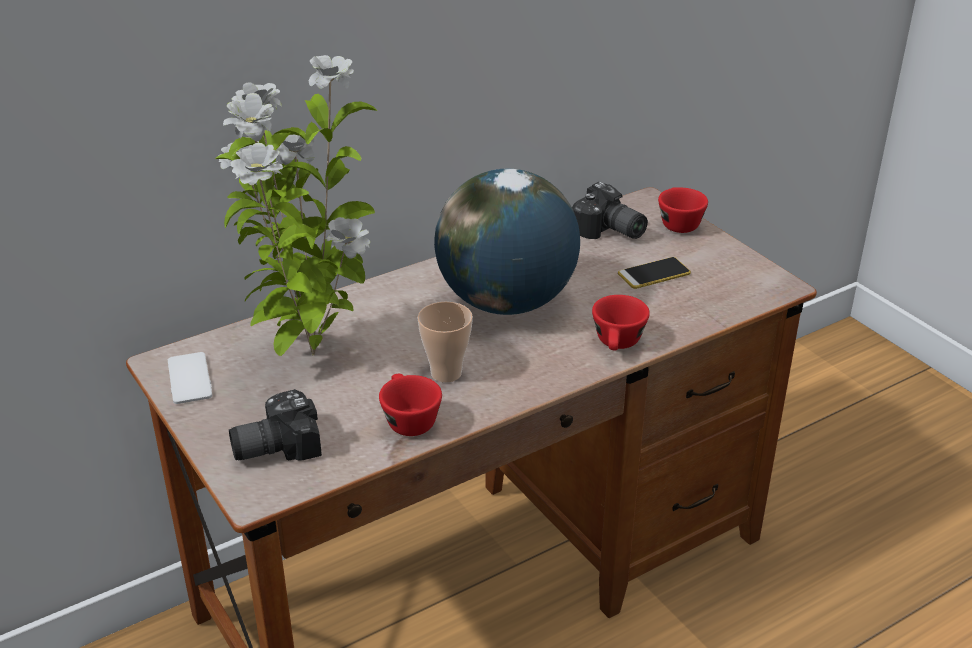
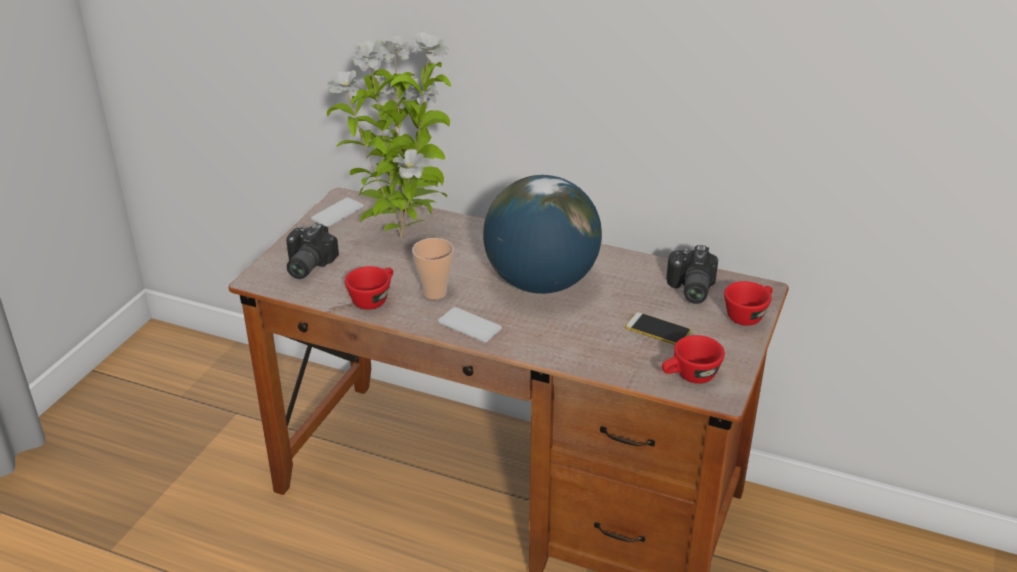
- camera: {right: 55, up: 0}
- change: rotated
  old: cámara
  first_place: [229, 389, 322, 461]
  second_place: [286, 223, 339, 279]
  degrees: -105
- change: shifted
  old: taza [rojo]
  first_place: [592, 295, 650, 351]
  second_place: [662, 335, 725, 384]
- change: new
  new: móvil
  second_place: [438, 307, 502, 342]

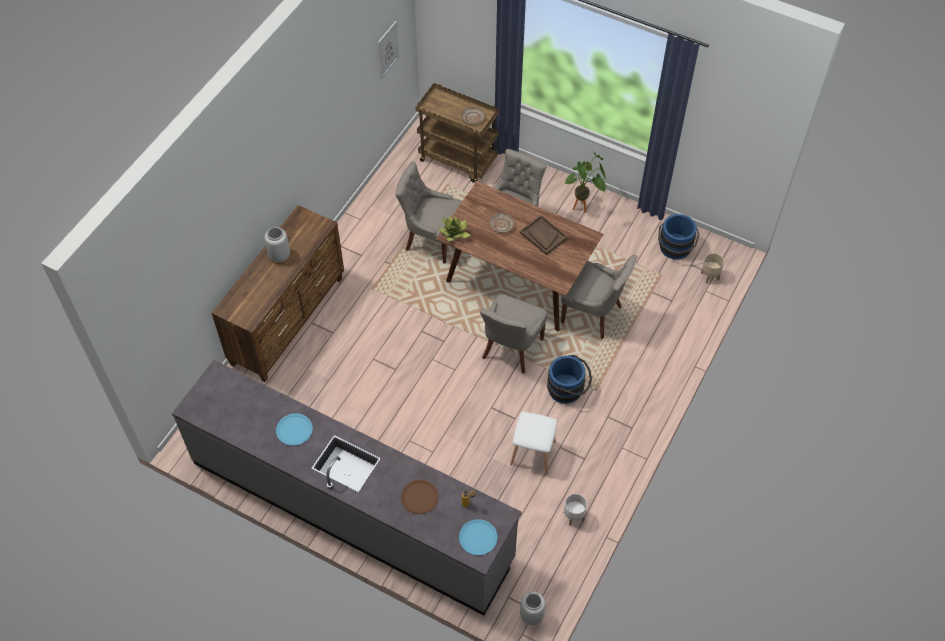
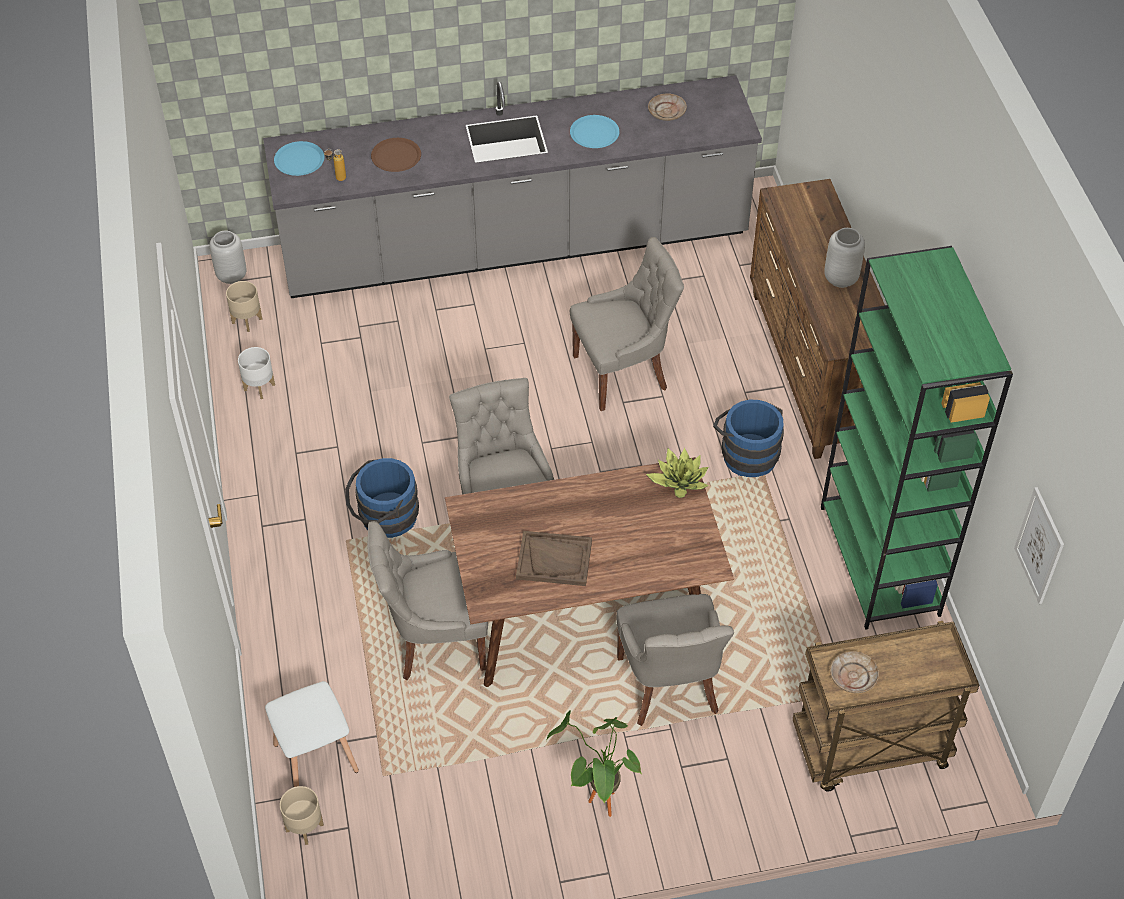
- camera: {right: 140, up: -5}
- change: shifted
  old: silla [gris]
  first_place: [395, 161, 462, 264]
  second_place: [570, 237, 684, 411]
- change: shifted
  old: plato [beis]
  first_place: [490, 213, 515, 233]
  second_place: [648, 93, 687, 121]
- change: shifted
  old: taburete [blanco]
  first_place: [510, 412, 557, 474]
  second_place: [265, 681, 359, 787]
- change: shifted
  old: cubo [azul]
  first_place: [658, 214, 700, 260]
  second_place: [713, 400, 784, 477]
- change: new
  new: maceta [beis]
  second_place: [226, 281, 263, 332]
- change: new
  new: estantería [verde]
  second_place: [821, 246, 1013, 630]

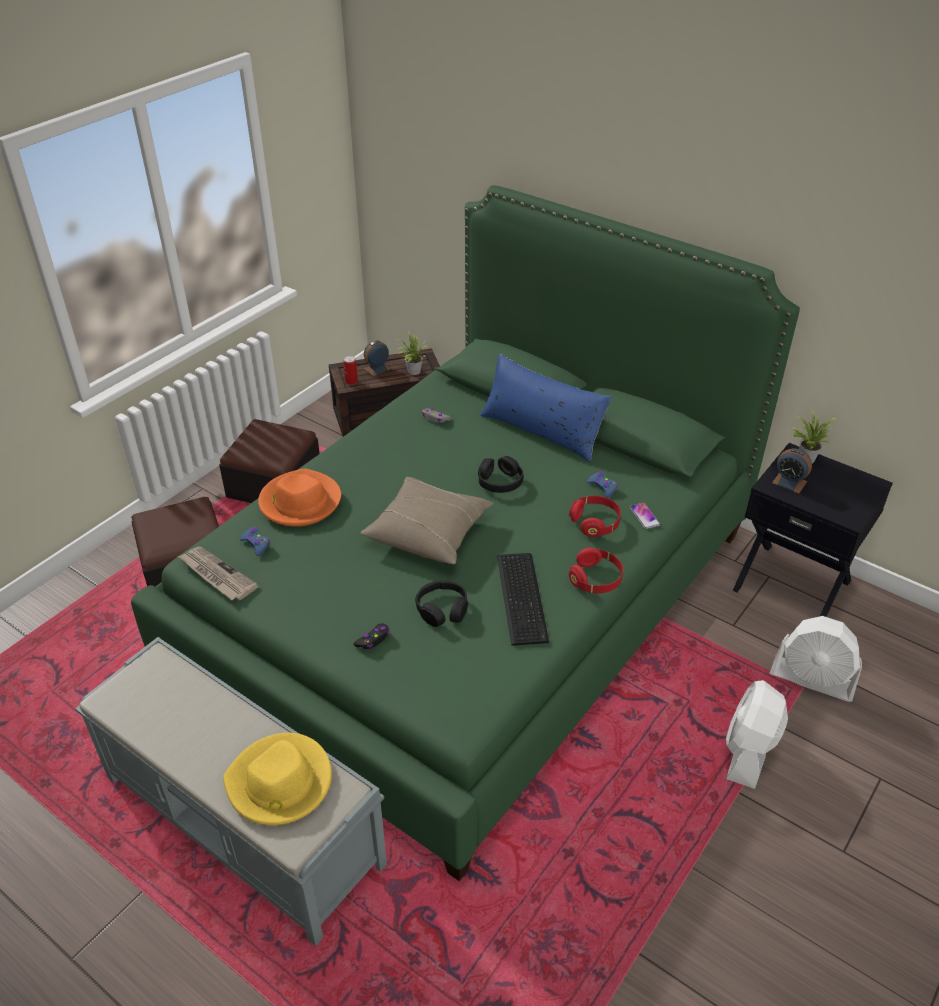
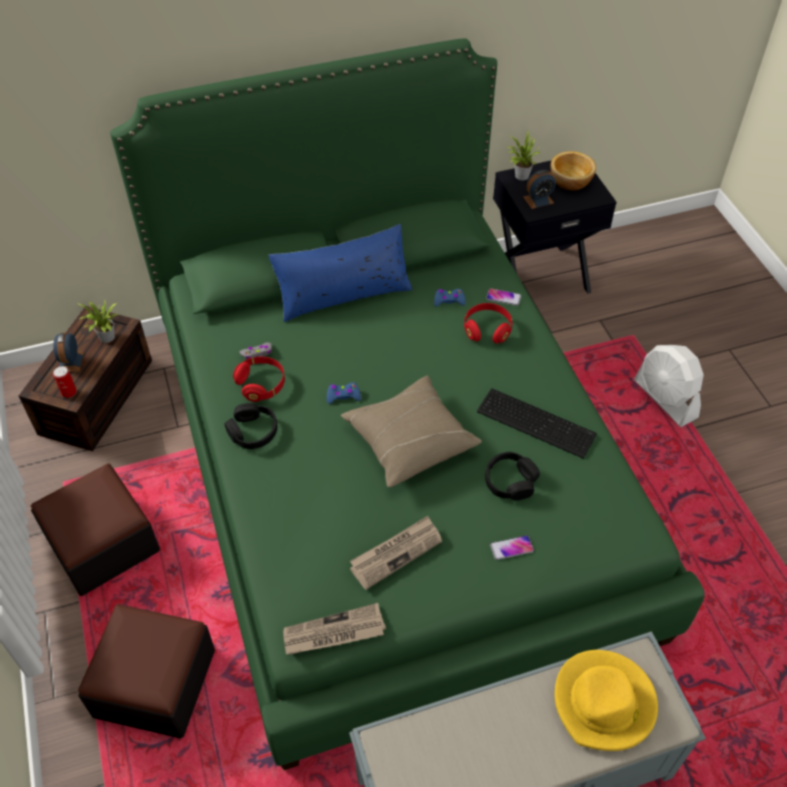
- camera: {right: -55, up: 10}
- change: shifted
  old: mando de consola [azul]
  first_place: [240, 527, 270, 556]
  second_place: [327, 382, 361, 404]
- change: gone
  old: sombrero [naranja]
  first_place: [258, 468, 341, 527]
- change: swapped
  old: mando de consola [negro]
  new: móvil
  first_place: [353, 623, 390, 649]
  second_place: [490, 535, 534, 560]
- change: shifted
  old: auriculares [negro]
  first_place: [478, 456, 524, 493]
  second_place: [225, 403, 277, 449]
- change: shifted
  old: auriculares [rojo]
  first_place: [569, 547, 623, 593]
  second_place: [233, 357, 285, 402]
- change: gone
  old: ventilador [blanco]
  first_place: [770, 616, 862, 702]
- change: new
  new: periódico
  second_place: [350, 516, 442, 590]
- change: new
  new: cuenco
  second_place: [550, 151, 596, 191]

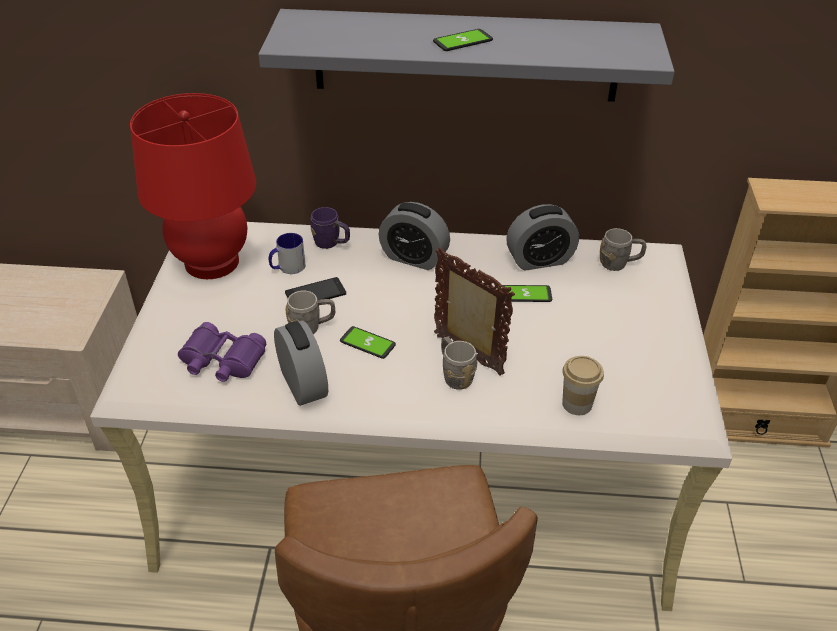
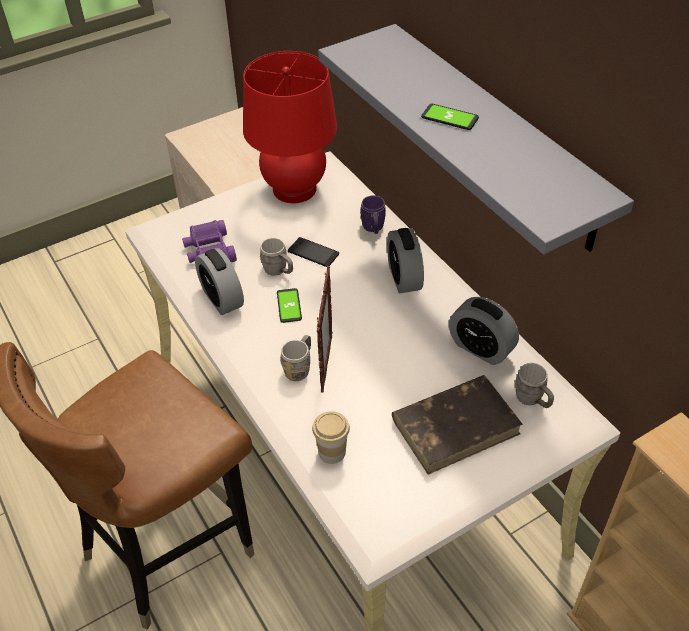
- camera: {right: 55, up: 5}
- change: gone
  old: taza grande
  first_place: [269, 233, 306, 274]
- change: rotated
  old: despertador
  first_place: [274, 321, 328, 406]
  second_place: [195, 248, 244, 315]
  degrees: 120
- change: gone
  old: móvil
  first_place: [503, 285, 552, 302]
- change: new
  new: libro [marrón]
  second_place: [392, 375, 523, 475]

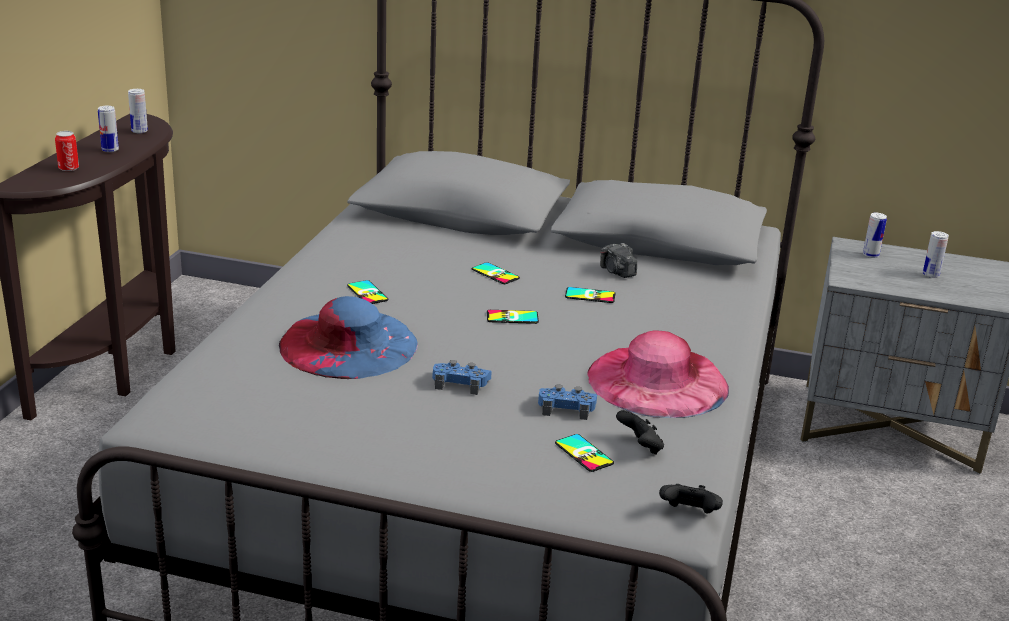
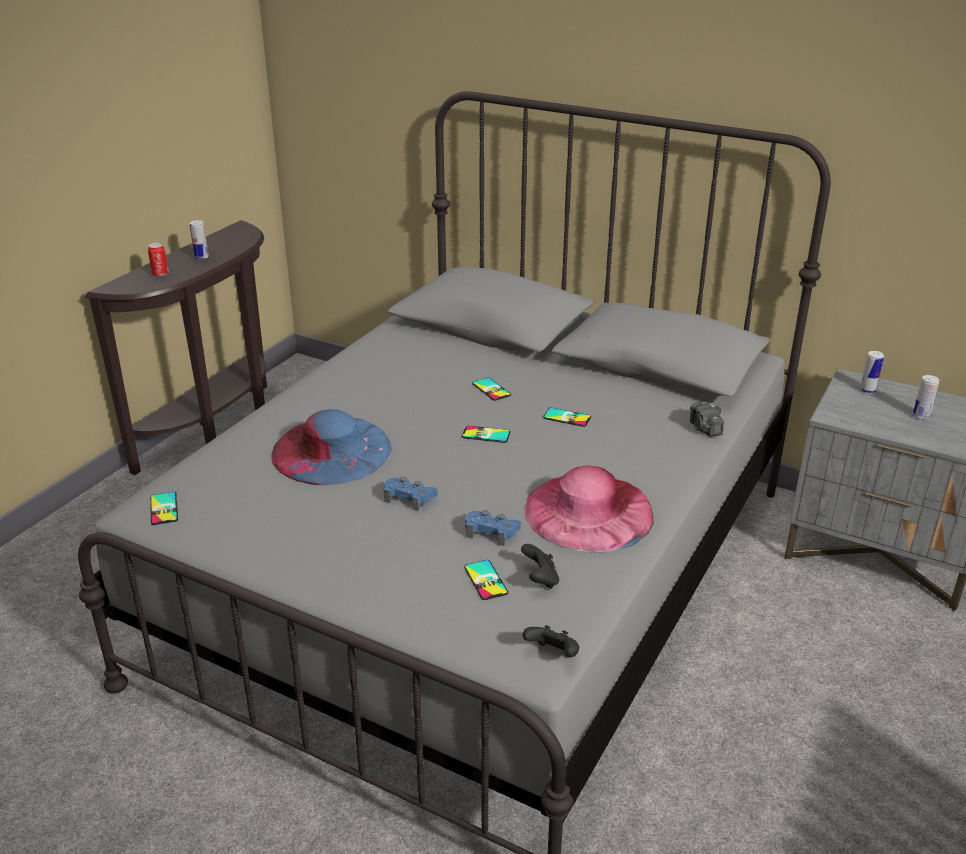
- camera: {right: 15, up: 5}
- change: gone
  old: lata
  first_place: [128, 89, 148, 133]
- change: shifted
  old: móvil
  first_place: [347, 280, 389, 304]
  second_place: [150, 492, 178, 525]
- change: shifted
  old: cámara
  first_place: [600, 243, 637, 278]
  second_place: [690, 401, 724, 437]

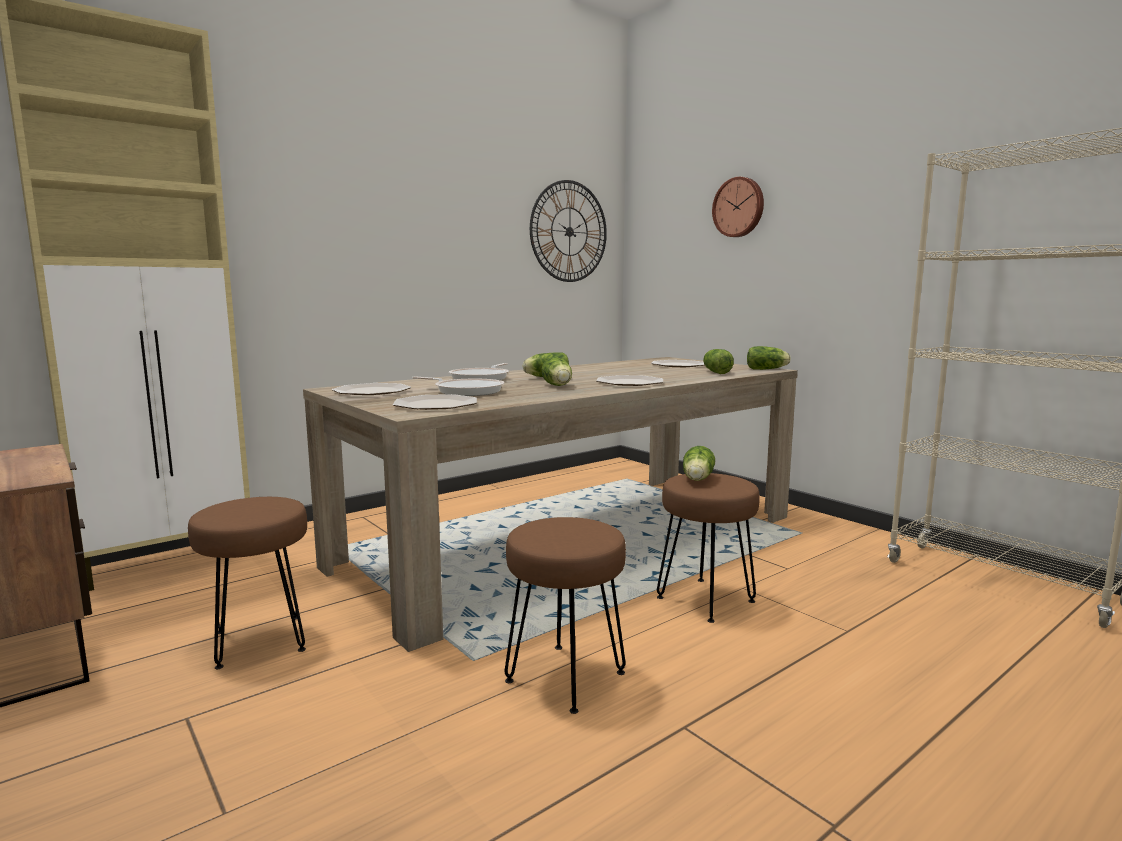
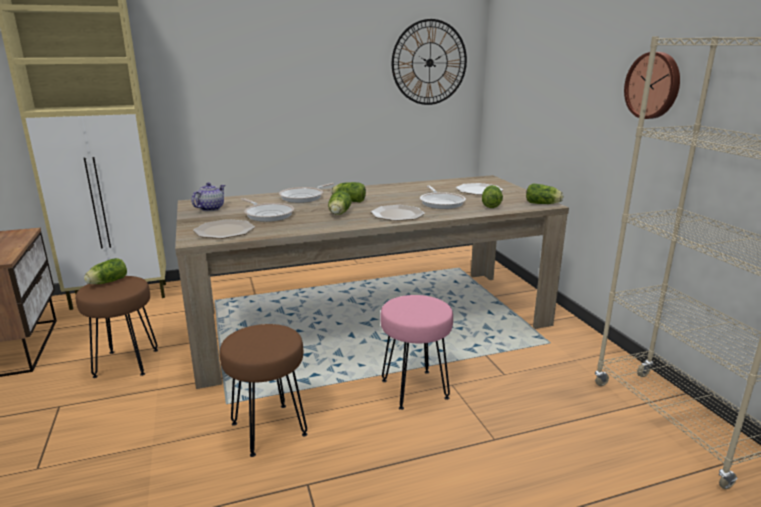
- camera: {right: 20, up: 10}
- change: swapped
  old: plato
  new: tetera
  first_place: [332, 383, 411, 395]
  second_place: [191, 182, 225, 211]
- change: repainted
  old: taburete [marrón]
  new: taburete [rosa]
  first_place: [657, 473, 760, 623]
  second_place: [380, 295, 453, 410]
- change: shifted
  old: lechuga
  first_place: [683, 446, 715, 481]
  second_place: [84, 258, 127, 284]
- change: shifted
  old: reloj de pared
  first_place: [712, 177, 764, 237]
  second_place: [624, 52, 680, 119]
- change: new
  new: sartén
  second_place: [420, 186, 466, 209]

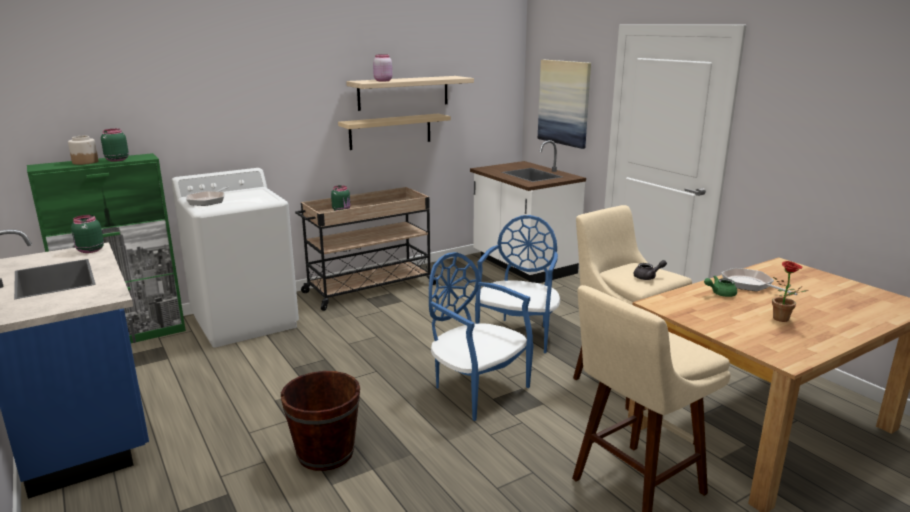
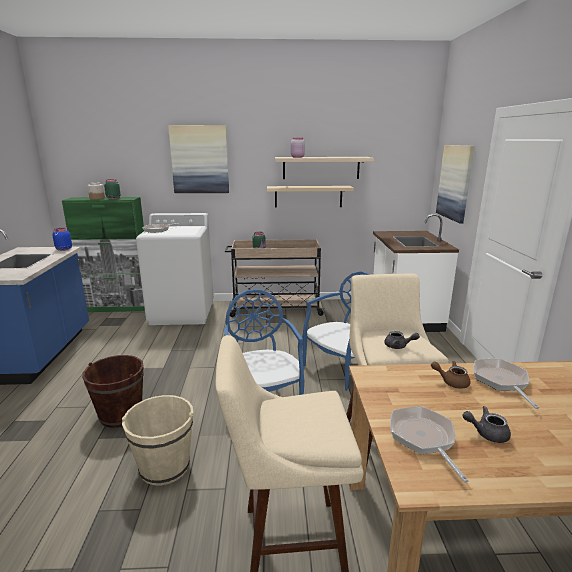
- camera: {right: 30, up: 0}
- change: repainted
  old: tarro [verde]
  new: tarro [azul]
  first_place: [71, 215, 104, 253]
  second_place: [52, 228, 72, 251]
- change: repainted
  old: tetera [verde]
  new: tetera [marrón]
  first_place: [704, 275, 737, 297]
  second_place: [431, 361, 470, 389]
- change: swapped
  old: planta en maceta
  new: tetera [gris]
  first_place: [772, 261, 809, 322]
  second_place: [463, 406, 511, 443]
- change: new
  new: cubo [beis]
  second_place: [122, 395, 193, 486]
- change: new
  new: cuadro
  second_place: [168, 125, 229, 193]
- change: new
  new: sartén
  second_place: [390, 406, 469, 483]

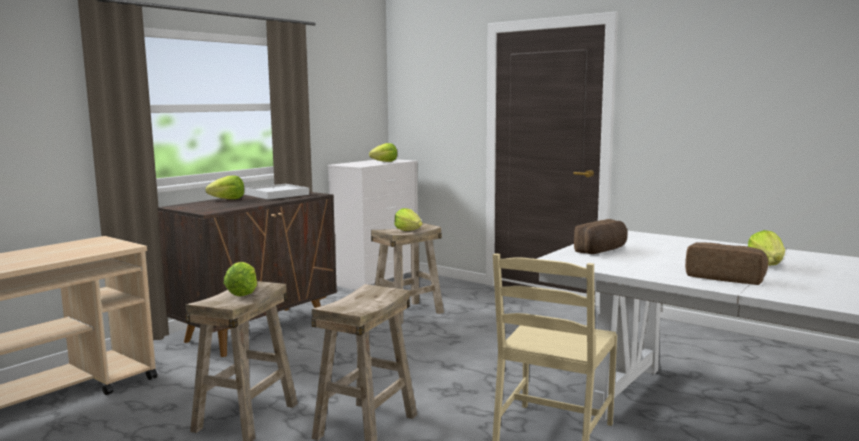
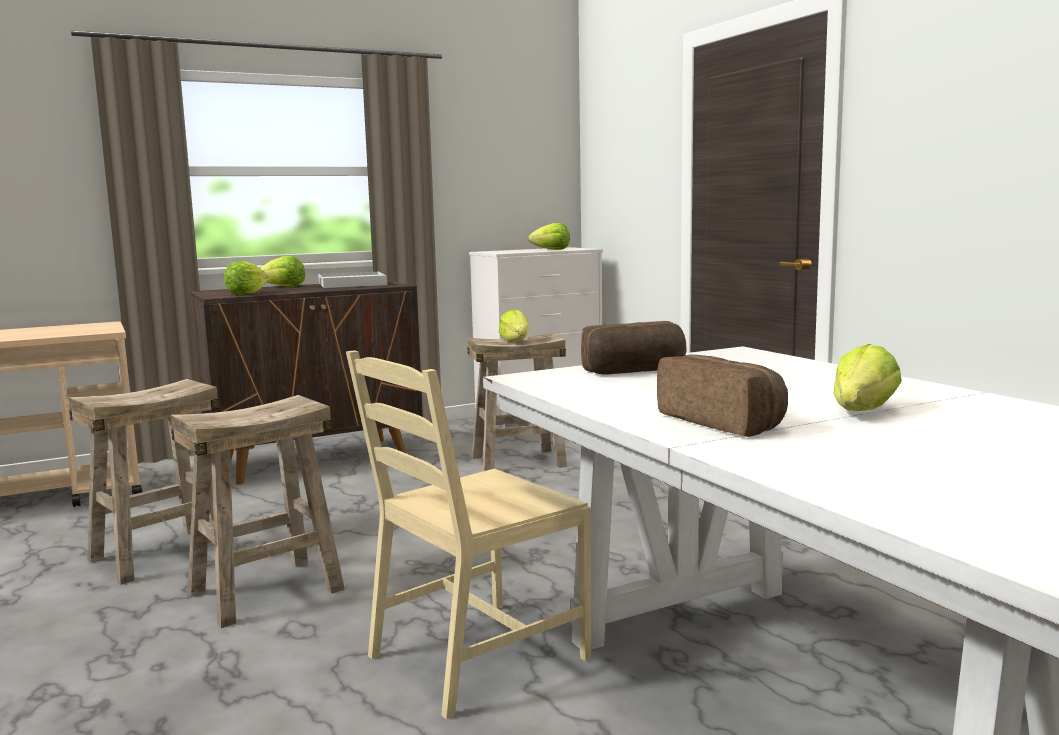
- camera: {right: 25, up: 0}
- change: shifted
  old: lechuga
  first_place: [224, 262, 257, 296]
  second_place: [224, 261, 268, 295]

